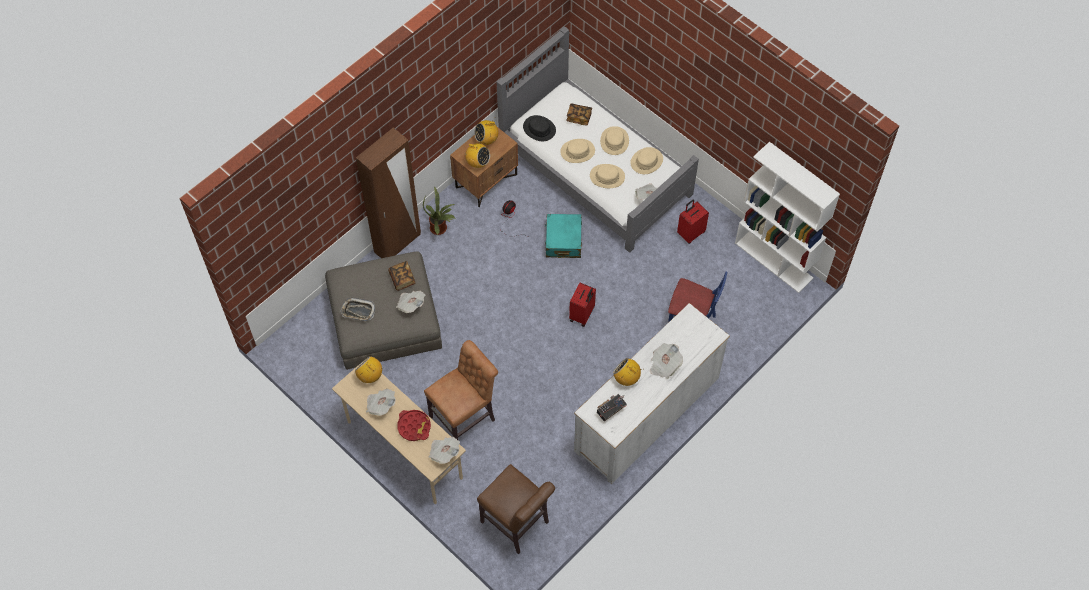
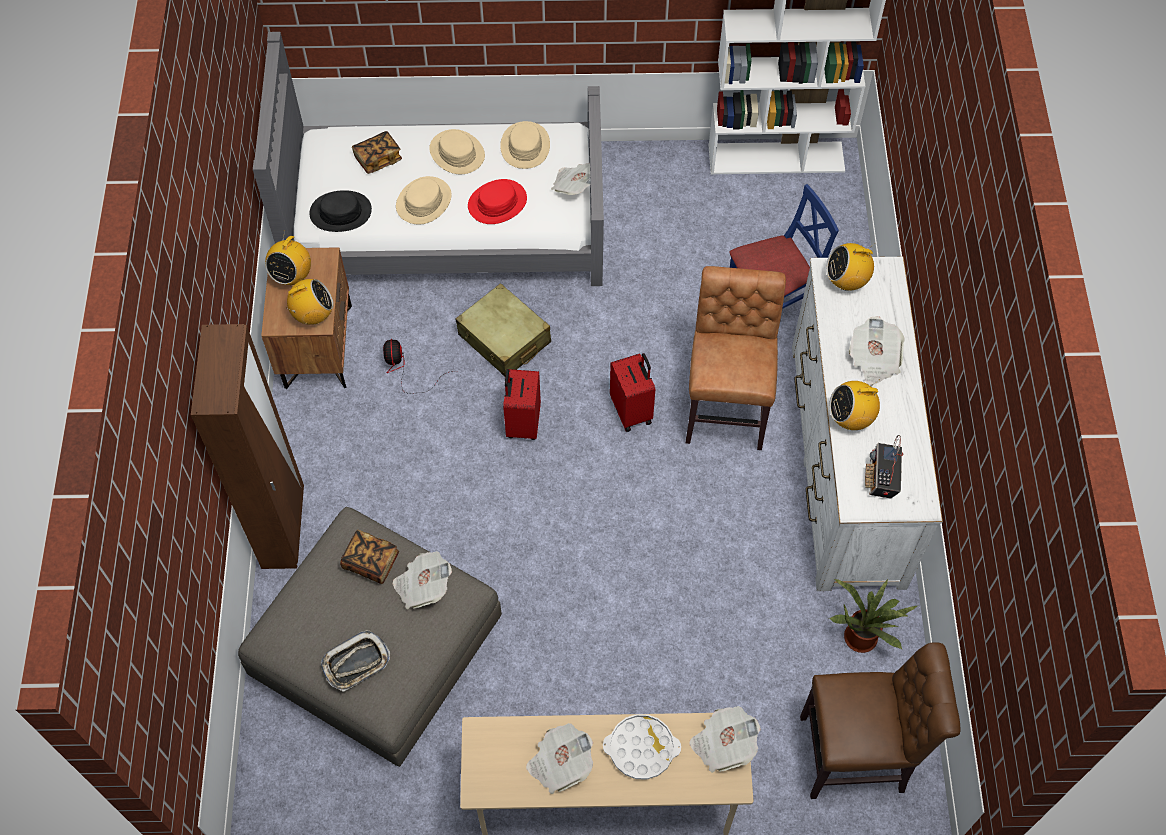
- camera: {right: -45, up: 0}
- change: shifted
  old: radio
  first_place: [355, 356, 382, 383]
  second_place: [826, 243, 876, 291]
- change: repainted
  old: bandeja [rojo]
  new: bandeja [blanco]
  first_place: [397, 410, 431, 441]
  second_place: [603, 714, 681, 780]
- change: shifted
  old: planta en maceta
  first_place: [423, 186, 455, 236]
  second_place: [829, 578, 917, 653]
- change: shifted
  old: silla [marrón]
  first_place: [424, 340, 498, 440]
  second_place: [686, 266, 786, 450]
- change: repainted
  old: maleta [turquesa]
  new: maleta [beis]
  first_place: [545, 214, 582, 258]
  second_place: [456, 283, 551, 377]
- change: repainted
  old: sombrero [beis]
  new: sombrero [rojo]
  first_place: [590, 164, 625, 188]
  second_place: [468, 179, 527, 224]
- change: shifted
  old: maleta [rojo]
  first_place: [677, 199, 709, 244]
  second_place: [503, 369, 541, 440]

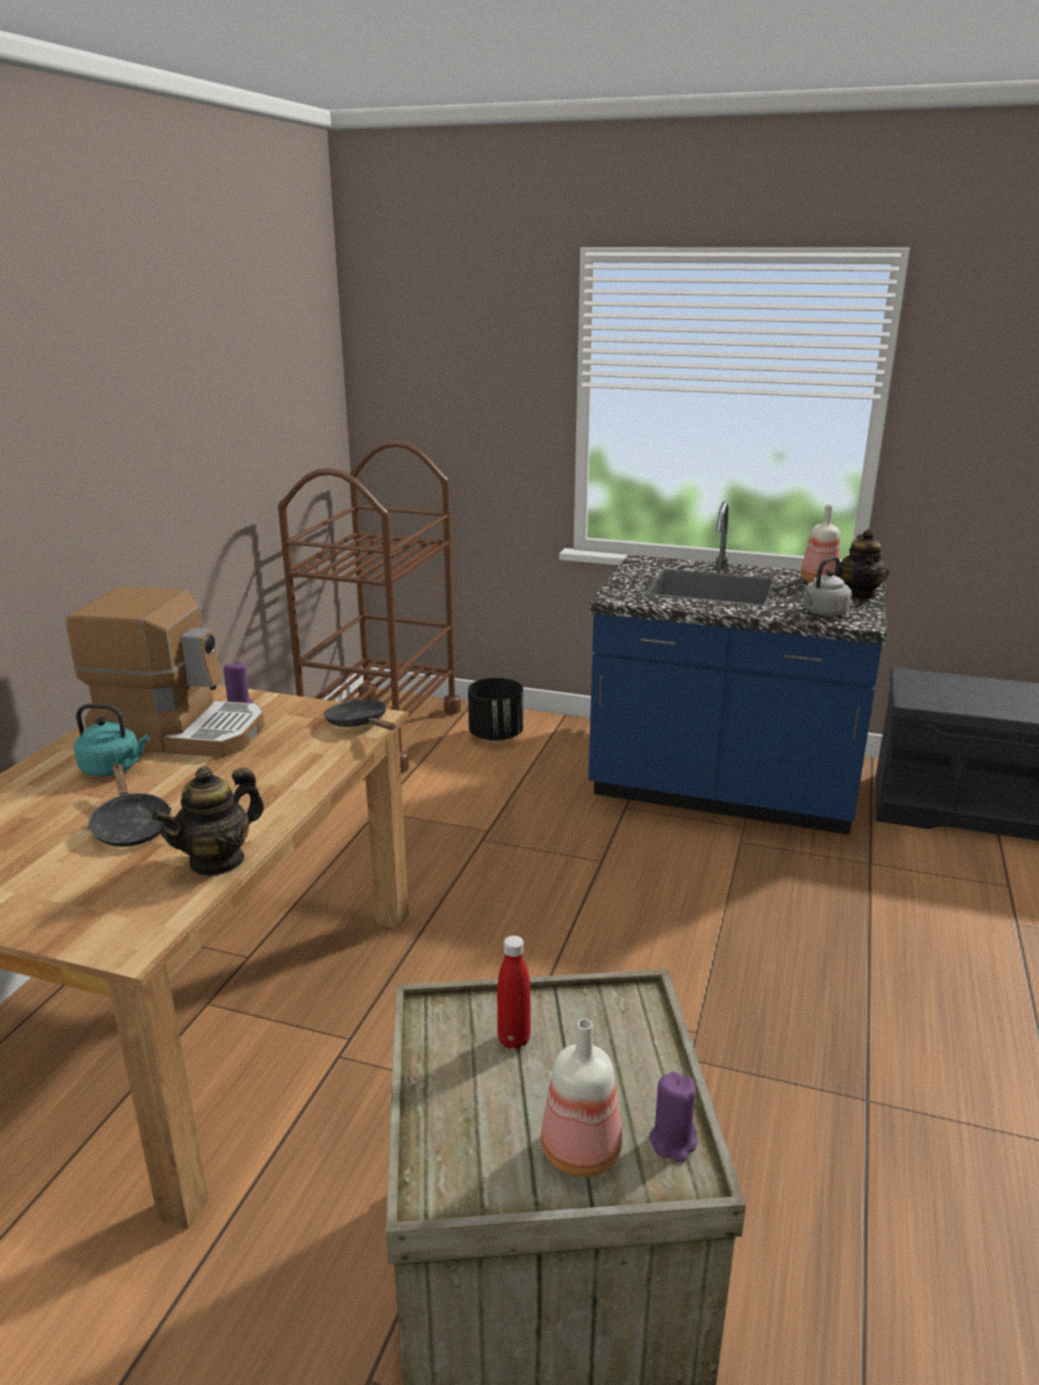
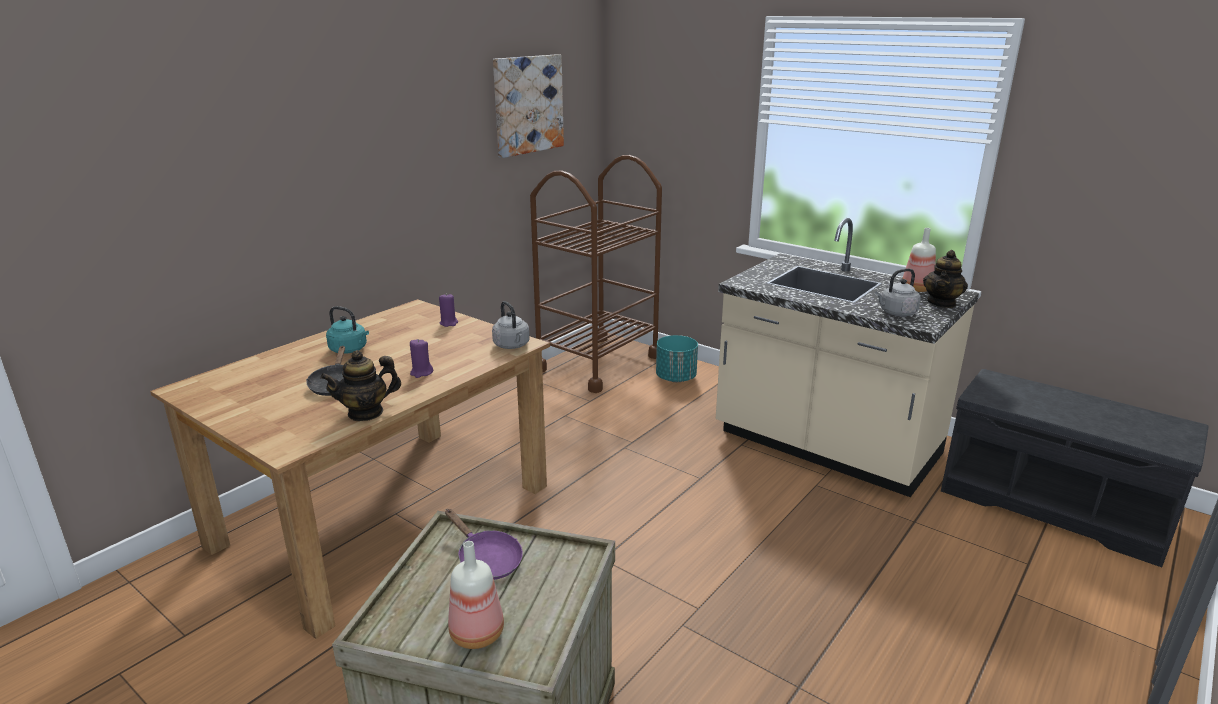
- camera: {right: 20, up: 0}
- change: gone
  old: cafetera
  first_place: [66, 587, 265, 757]
- change: swapped
  old: sartén [negro]
  new: hervidor [gris]
  first_place: [324, 700, 395, 730]
  second_place: [492, 301, 529, 349]
- change: repainted
  old: maceta [negro]
  new: maceta [turquesa]
  first_place: [468, 678, 523, 741]
  second_place: [656, 335, 698, 382]
- change: swapped
  old: botella [rojo]
  new: sartén [morado]
  first_place: [497, 936, 531, 1049]
  second_place: [445, 509, 523, 580]
- change: repainted
  old: mueble bajo de cocina [azul]
  new: mueble bajo de cocina [beis]
  first_place: [588, 501, 886, 835]
  second_place: [716, 218, 979, 497]
- change: shifted
  old: vela [morado]
  first_place: [649, 1072, 697, 1163]
  second_place: [410, 339, 433, 378]
- change: new
  new: cuadro
  second_place: [493, 54, 564, 158]

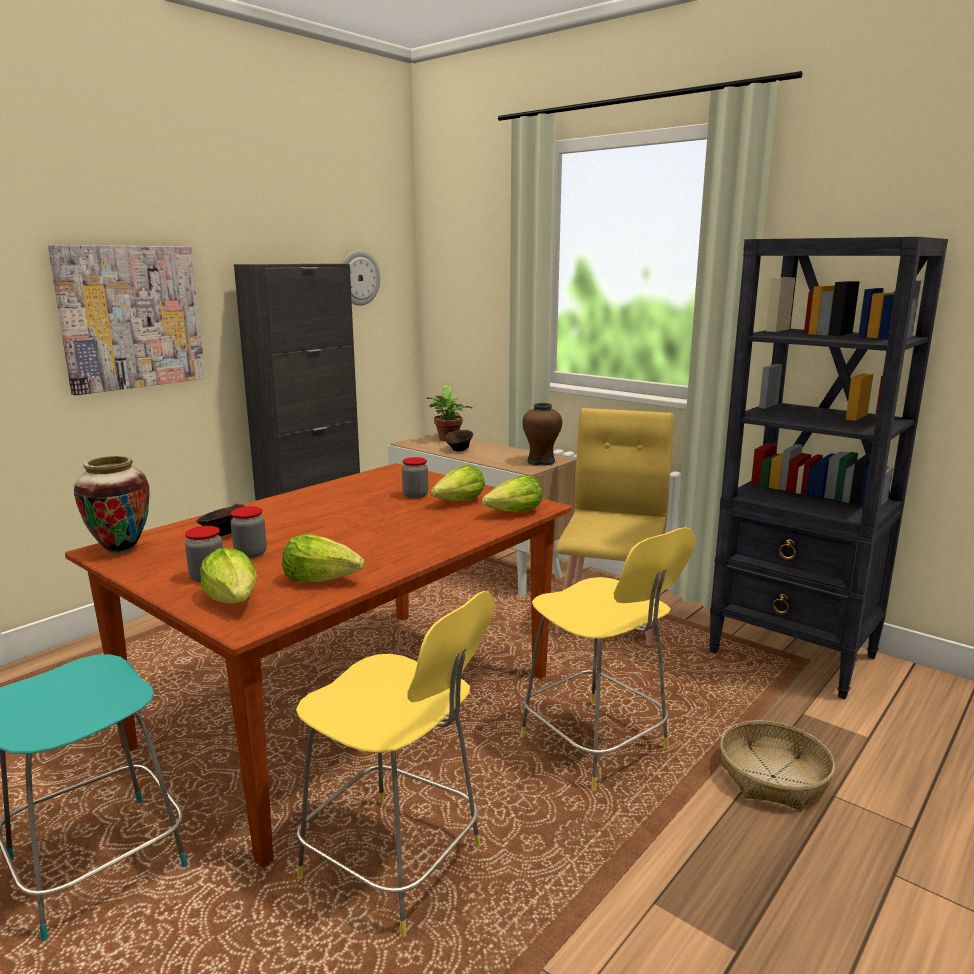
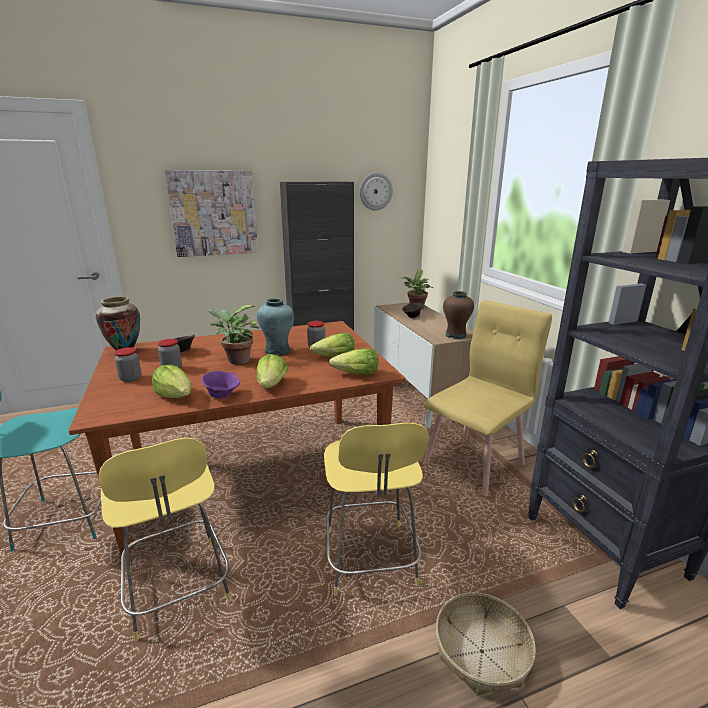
- camera: {right: 30, up: 5}
- change: shifted
  old: lechuga
  first_place: [200, 548, 257, 604]
  second_place: [257, 354, 288, 388]
- change: new
  new: cuenco [morado]
  second_place: [202, 371, 240, 398]
- change: new
  new: planta en maceta
  second_place: [206, 305, 259, 365]
- change: new
  new: florero [turquesa]
  second_place: [257, 298, 294, 356]

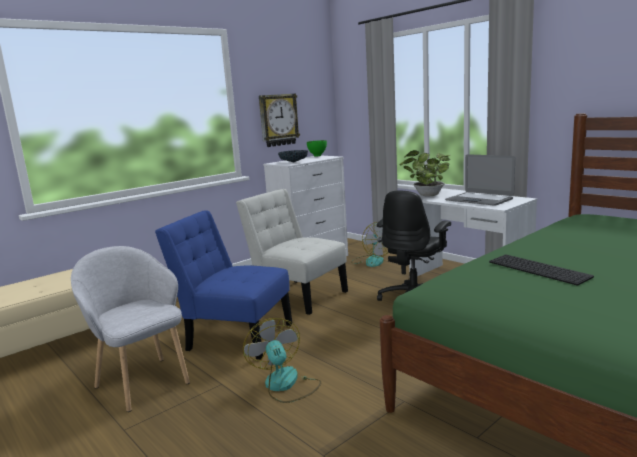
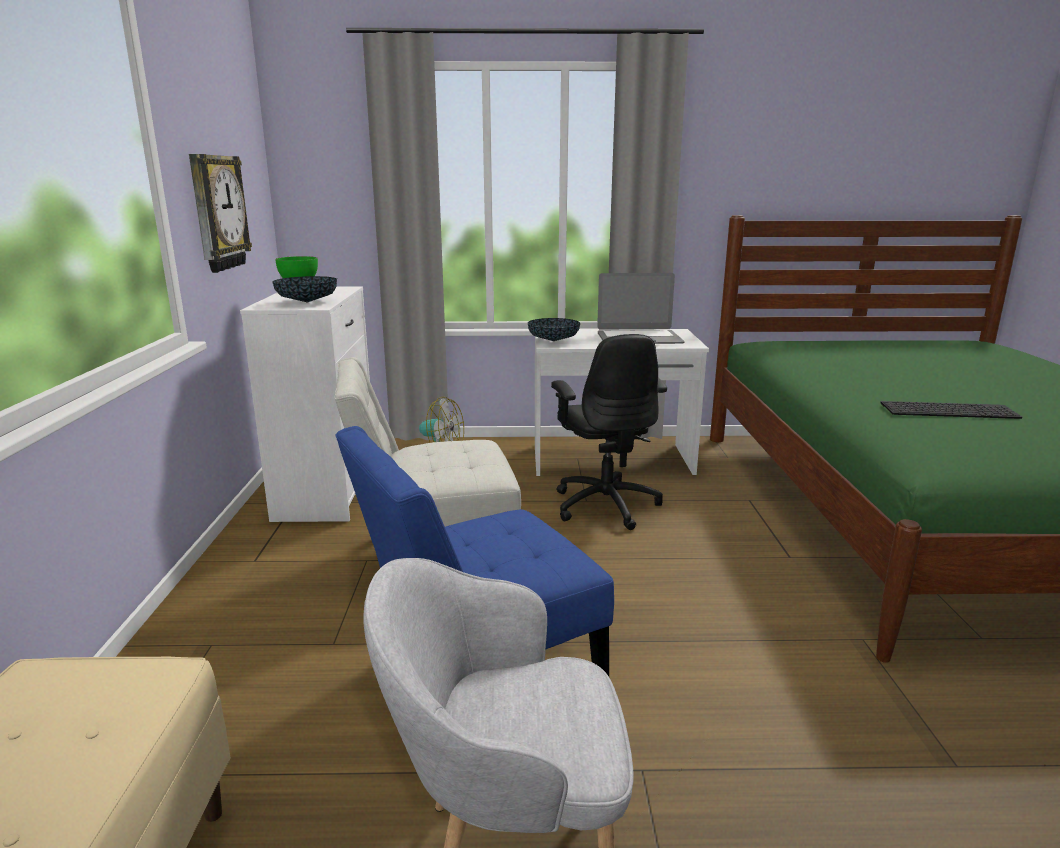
- camera: {right: -50, up: 5}
- change: gone
  old: ventilador
  first_place: [243, 318, 321, 403]
- change: swapped
  old: planta en maceta
  new: cuenco
  first_place: [400, 150, 450, 197]
  second_place: [528, 318, 580, 341]

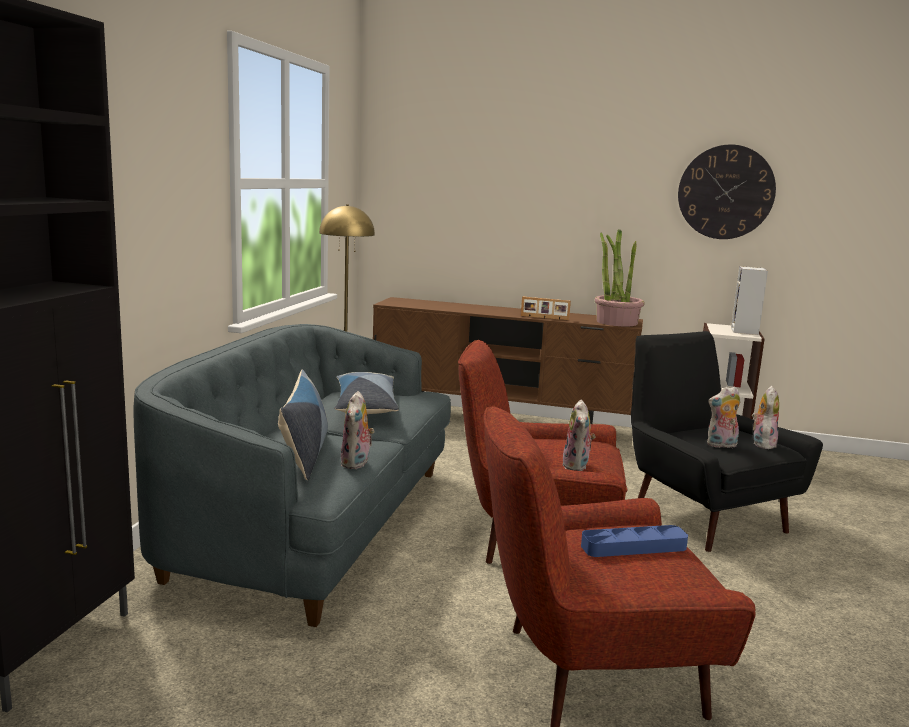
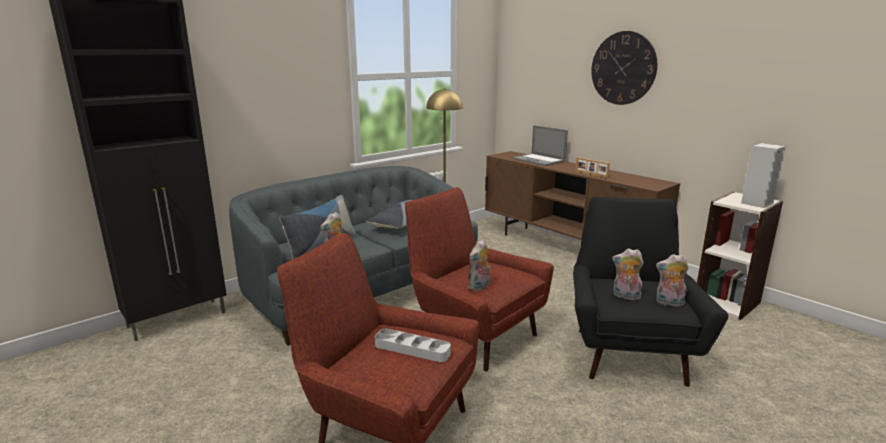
- camera: {right: 35, up: 5}
- change: repainted
  old: bandeja [azul]
  new: bandeja [gris]
  first_place: [581, 525, 688, 557]
  second_place: [375, 329, 451, 362]
- change: gone
  old: planta en maceta
  first_place: [595, 229, 645, 326]
- change: shifted
  old: reloj de pared
  first_place: [678, 144, 776, 239]
  second_place: [591, 31, 657, 105]
- change: rotated
  old: peluche
  first_place: [752, 386, 779, 449]
  second_place: [656, 254, 689, 307]
  degrees: -135
- change: new
  new: portátil
  second_place: [512, 125, 568, 166]

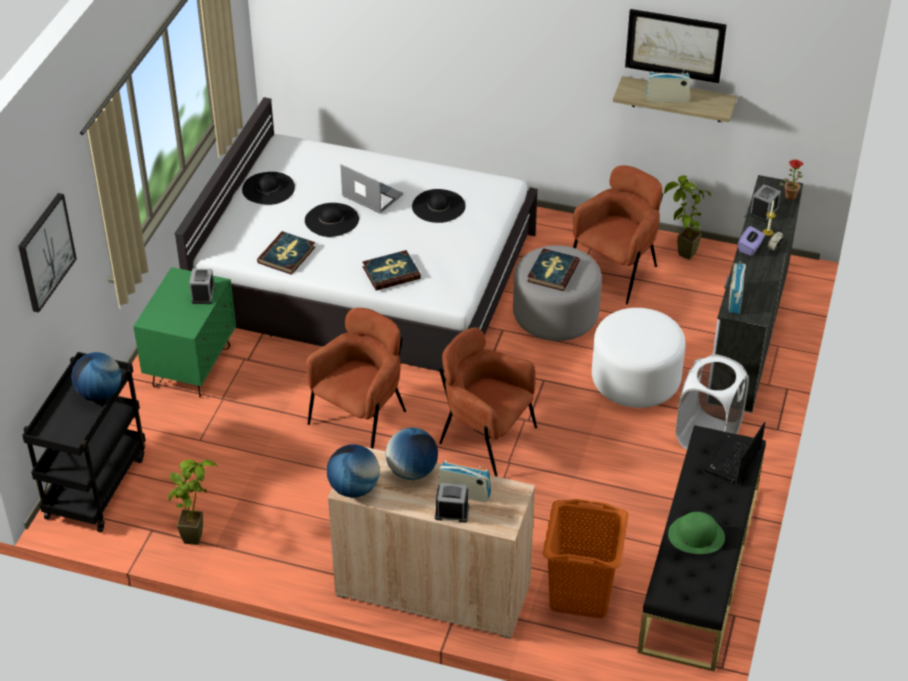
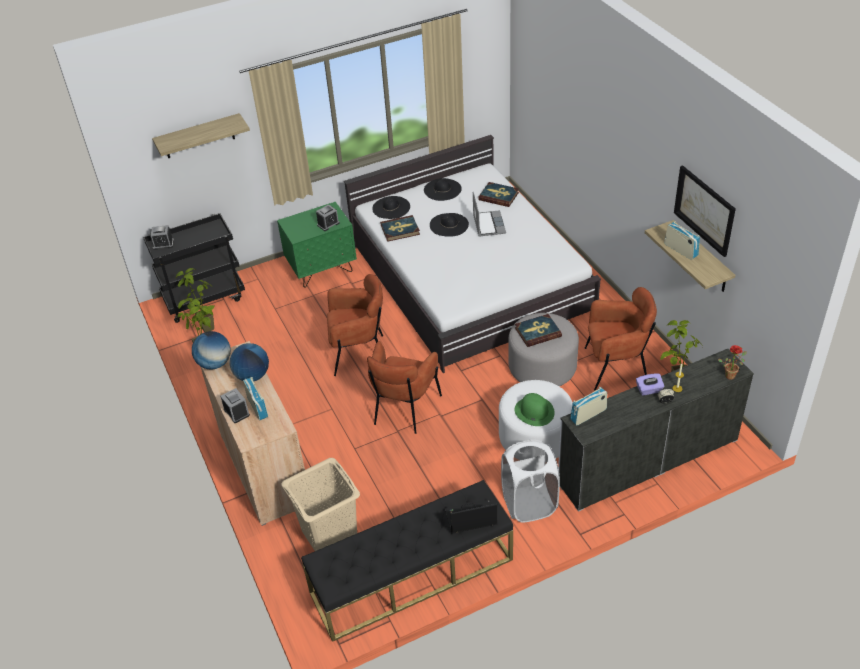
- camera: {right: 50, up: 0}
- change: swapped
  old: cuadro
  new: estante
  first_place: [18, 193, 77, 313]
  second_place: [152, 113, 250, 158]
- change: gone
  old: globo terráqueo
  first_place: [71, 352, 121, 401]
- change: shifted
  old: libro
  first_place: [362, 250, 421, 290]
  second_place: [478, 182, 519, 207]
- change: shifted
  old: sombrero [negro]
  first_place: [412, 189, 466, 223]
  second_place: [372, 196, 410, 219]
- change: rotated
  old: sillón [marrón]
  first_place: [439, 328, 537, 477]
  second_place: [367, 341, 442, 434]
  degrees: -150
- change: repainted
  old: cesto de la ropa [naranja]
  new: cesto de la ropa [beis]
  first_place: [542, 499, 629, 618]
  second_place: [282, 458, 360, 551]
- change: shifted
  old: sombrero [verde]
  first_place: [668, 512, 725, 554]
  second_place: [515, 393, 555, 426]
- change: shifted
  old: despertador
  first_place: [750, 184, 781, 222]
  second_place: [150, 225, 174, 250]
- change: new
  new: planta en maceta
  second_place: [176, 268, 214, 332]

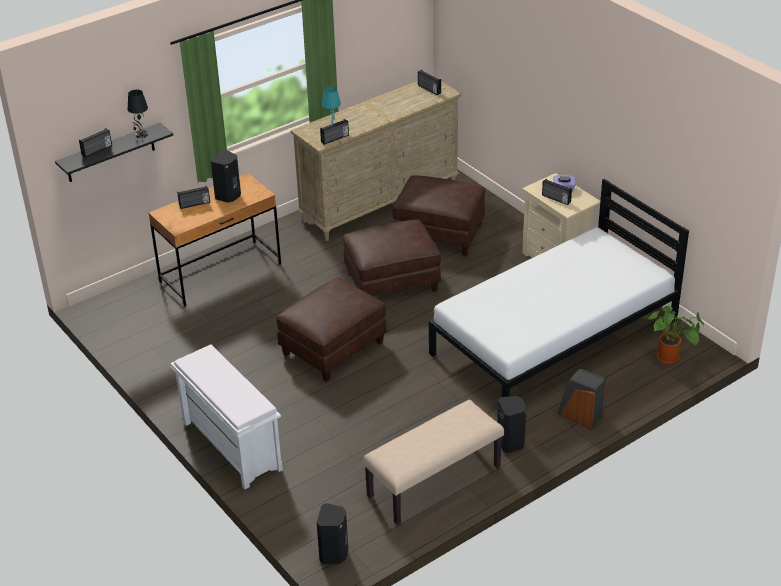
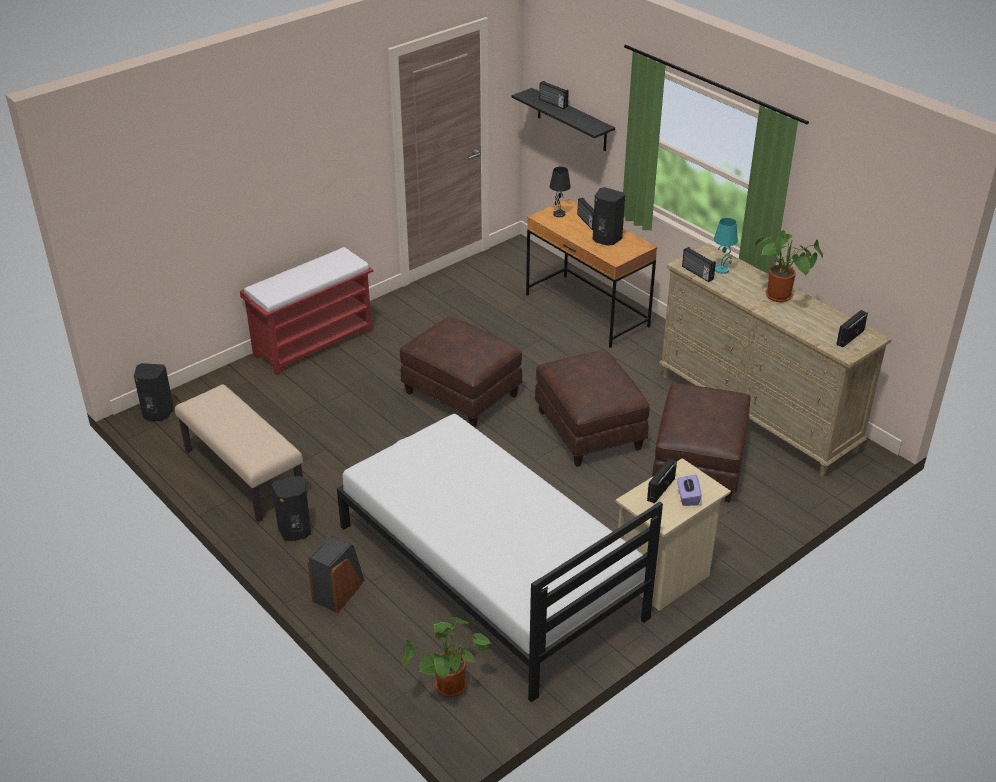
- camera: {right: 85, up: 0}
- change: shifted
  old: lámpara de mesa [negro]
  first_place: [128, 89, 148, 138]
  second_place: [550, 167, 571, 217]
- change: repainted
  old: banco [blanco]
  new: banco [rojo]
  first_place: [171, 344, 283, 489]
  second_place: [240, 247, 373, 375]
- change: new
  new: planta en maceta
  second_place: [755, 230, 823, 302]

